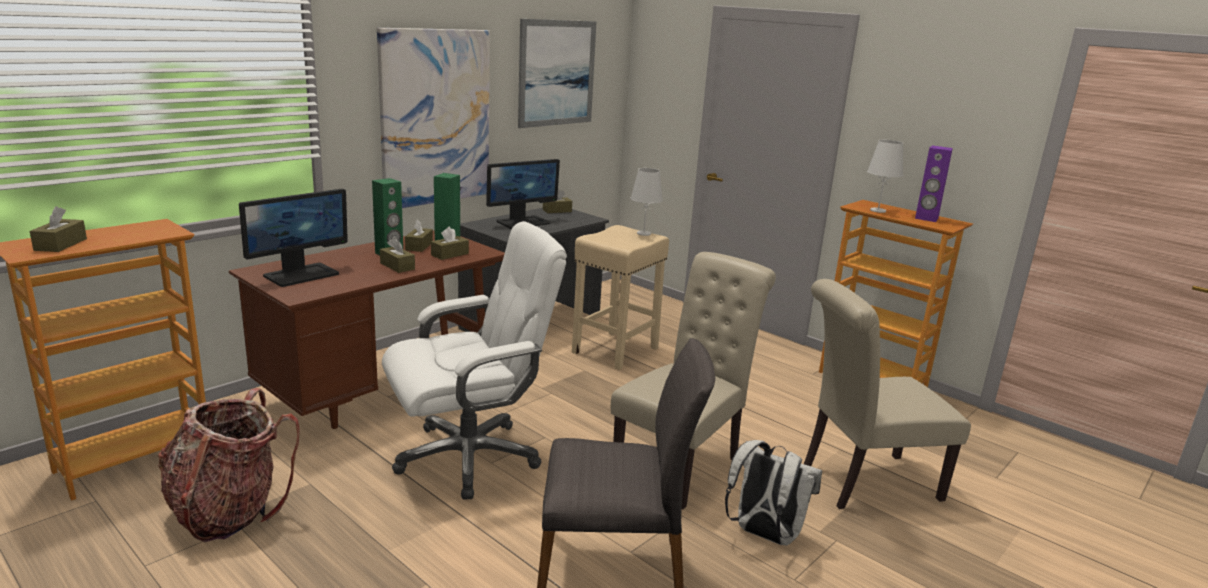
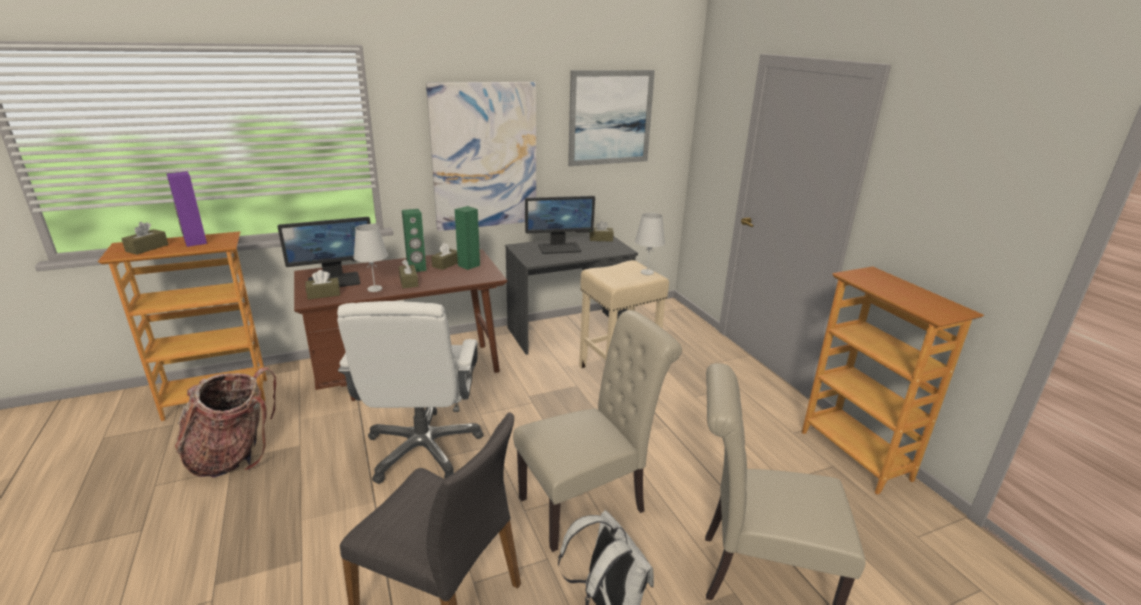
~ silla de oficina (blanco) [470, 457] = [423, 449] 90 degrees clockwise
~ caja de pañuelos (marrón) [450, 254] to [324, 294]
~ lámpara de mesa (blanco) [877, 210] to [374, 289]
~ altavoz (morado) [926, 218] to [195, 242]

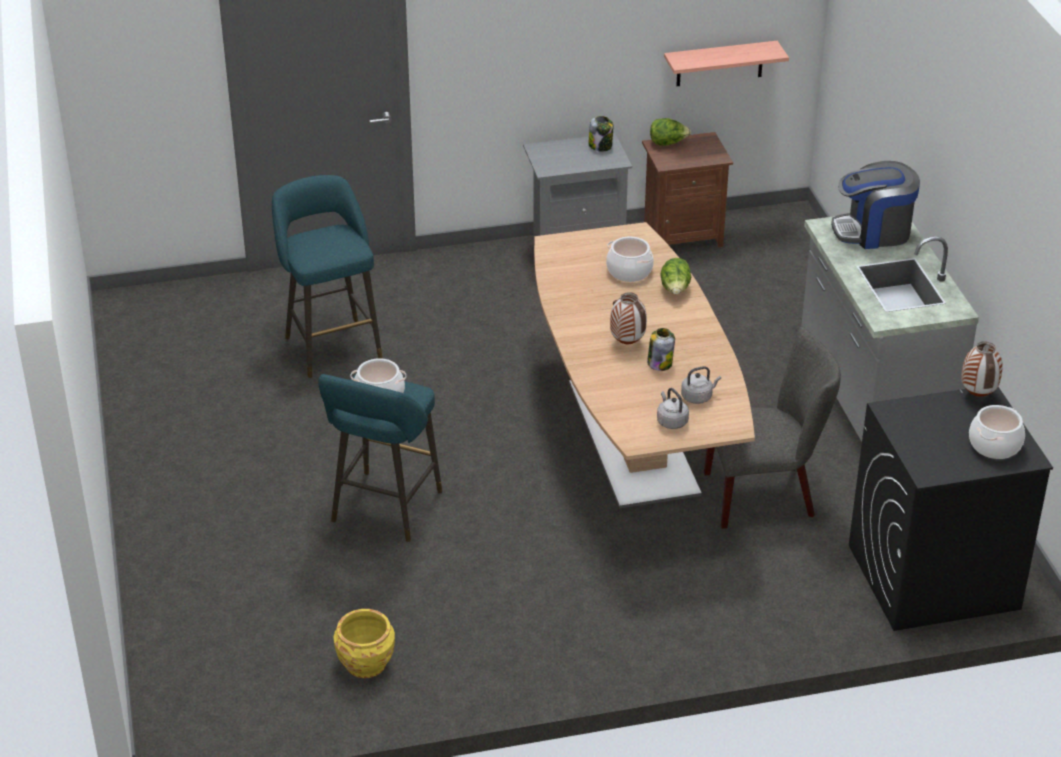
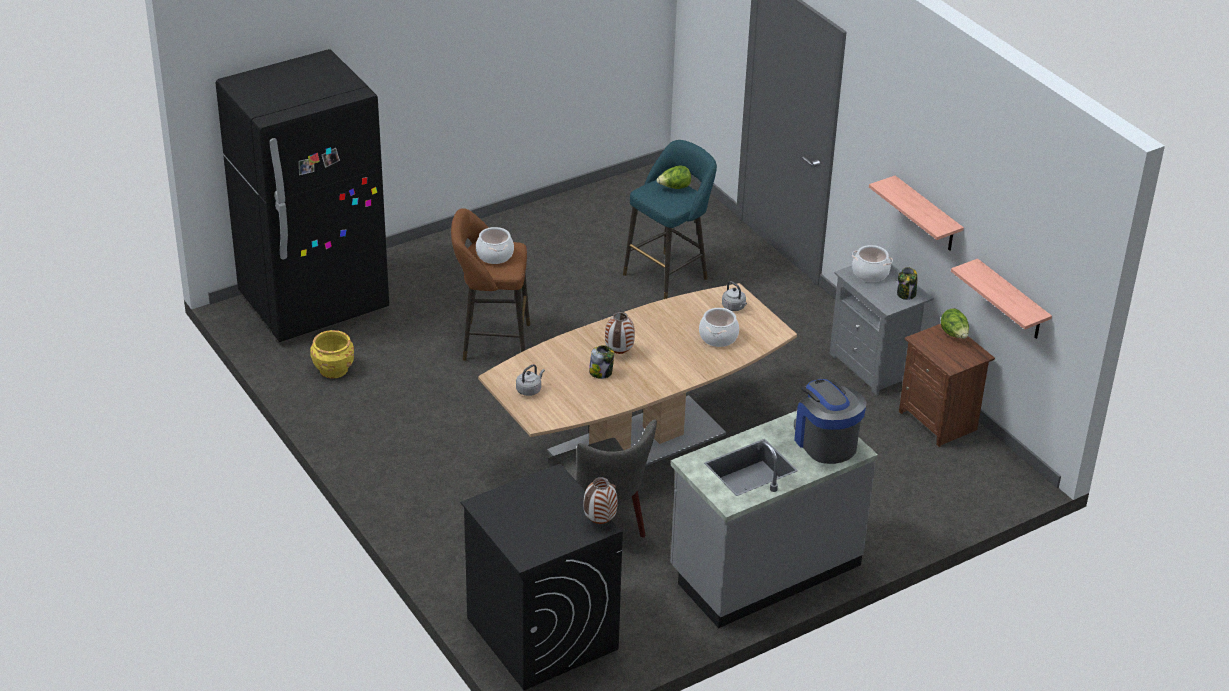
~ taburete (turquesa) [384, 510] to taburete (marrón) [491, 342]
~ lechuga [675, 290] to [674, 188]
~ hervidor (gris) [698, 397] to [734, 307]
~ olla [995, 445] to [870, 273]
+ nevera (negro) [314, 303]
+ estante [926, 215]

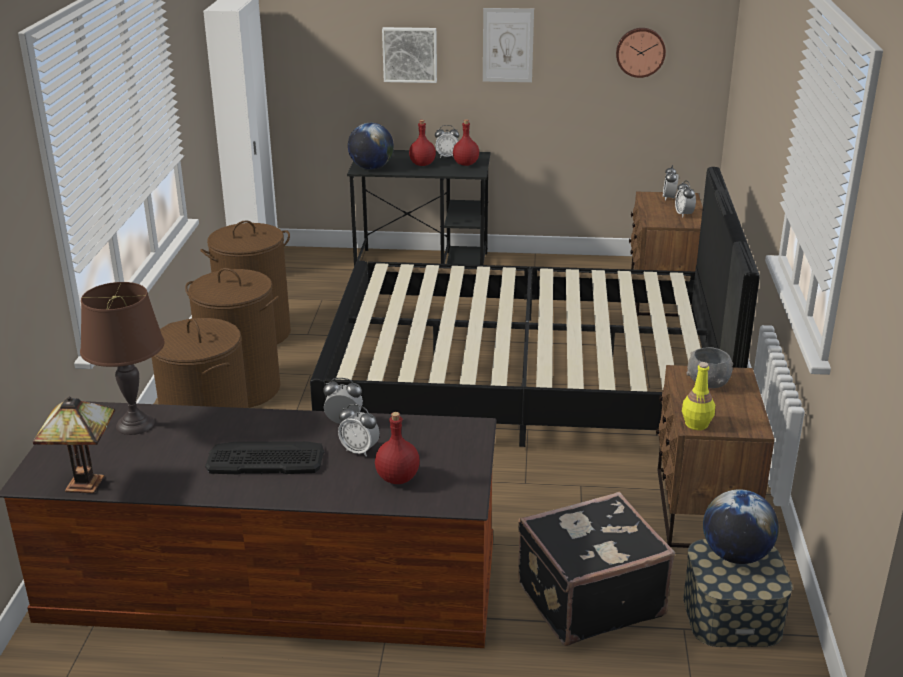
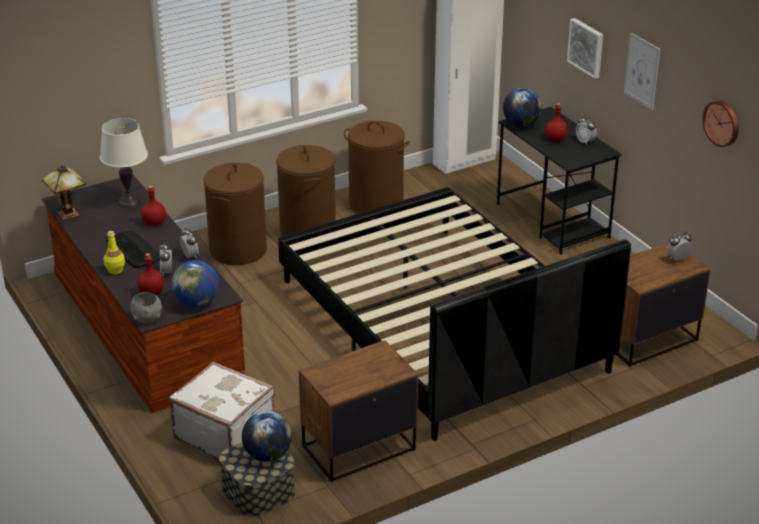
~ lámpara de mesa (marrón) [135, 424] to lámpara de mesa (blanco) [129, 202]
~ botella (rojo) [466, 164] to [154, 223]
~ maleta (negro) [588, 598] to maleta (blanco) [225, 433]
- despertador [684, 214]
~ botella (amarillo) [696, 424] to [115, 270]
~ cuenco (gris) [707, 382] to [147, 318]
+ globo terráqueo [197, 303]

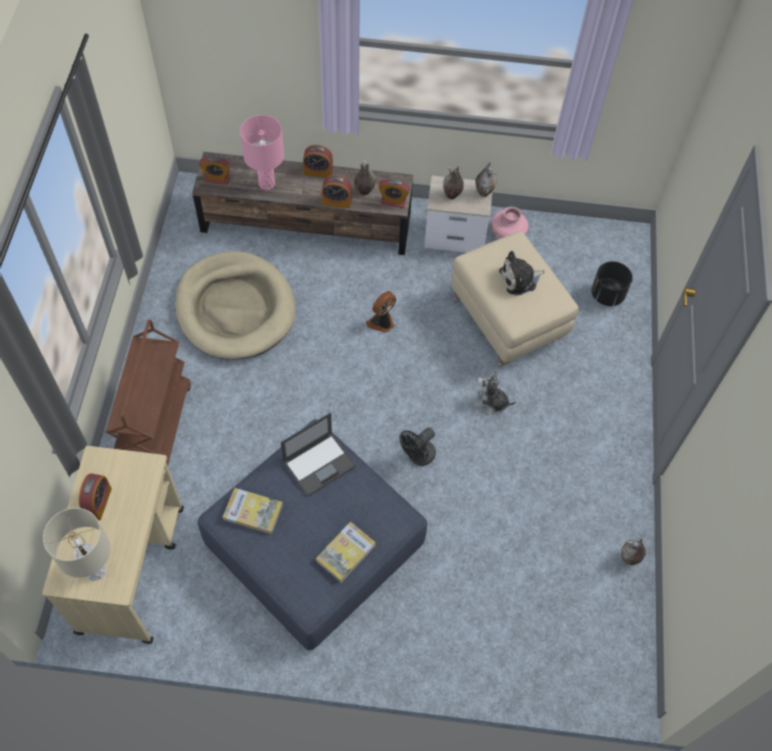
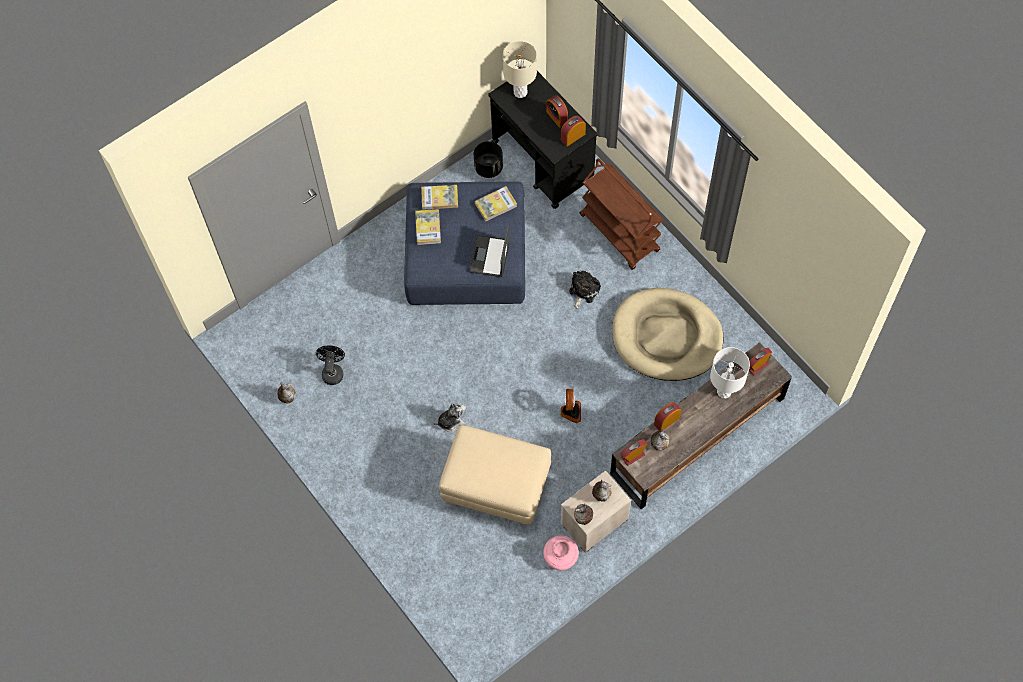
~ carrito (beis) [132, 568] to carrito (negro) [543, 162]
~ lámpara de mesa (rosa) [266, 183] to lámpara de mesa (blanco) [724, 391]
~ despertador [318, 171] to [573, 137]
~ ventilador (negro) [418, 457] to [332, 371]
~ peluche [520, 279] to [583, 290]
~ maceta (negro) [607, 295] to [488, 167]
+ libro [439, 198]

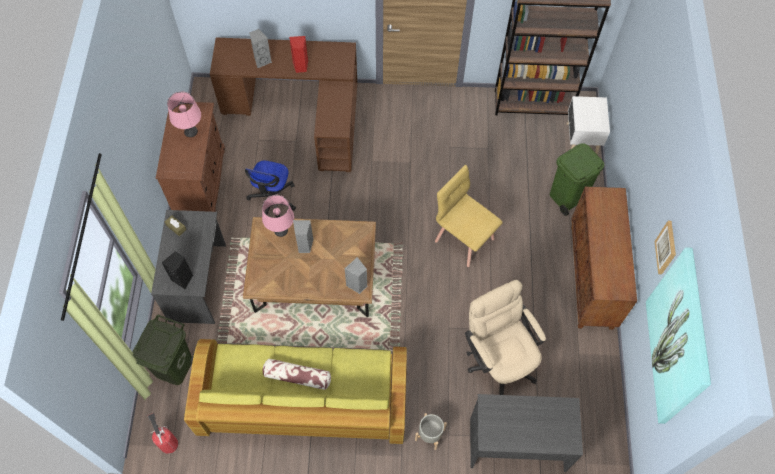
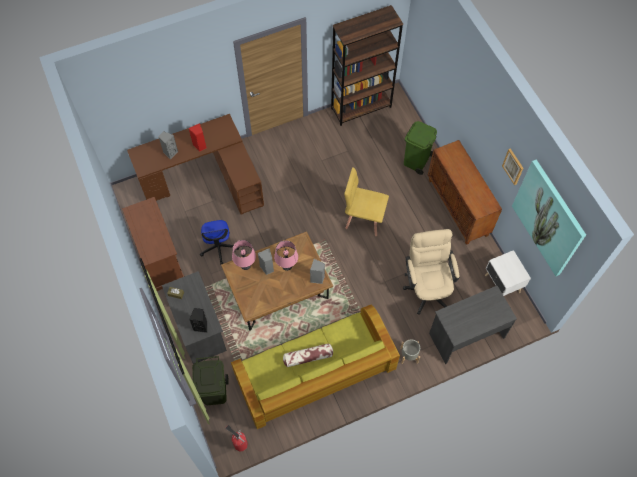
~ lámpara de mesa (rosa) [190, 132] to [287, 266]
~ silla de oficina (beis) [498, 359] = [427, 287] 45 degrees clockwise
~ mesita de noche (blanco) [580, 140] to [502, 284]

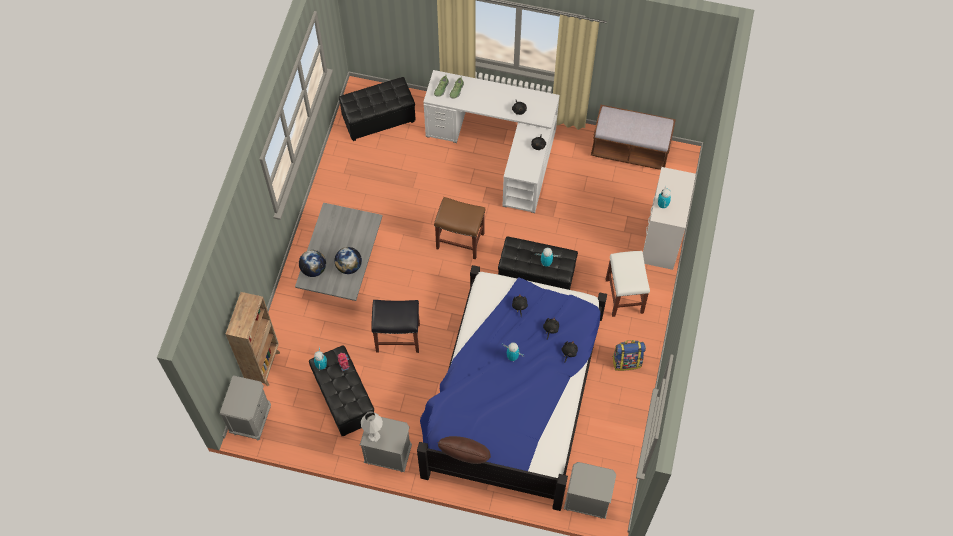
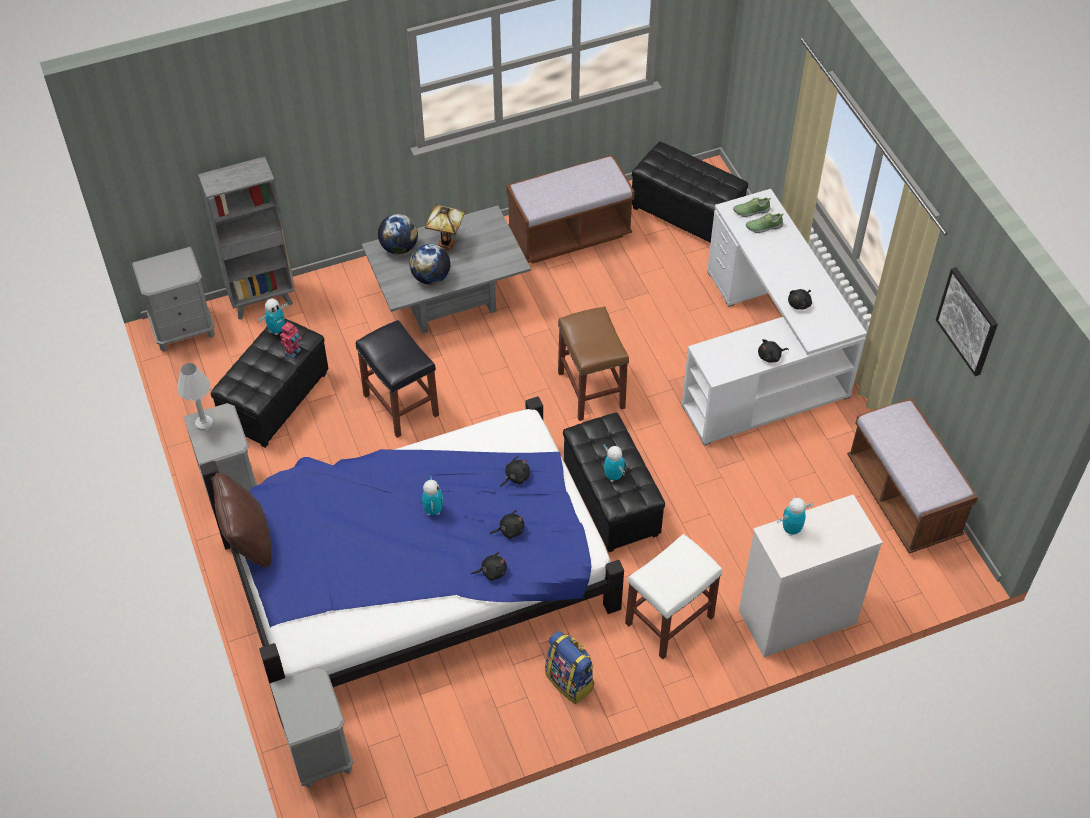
~ estantería (marrón) [263, 365] to estantería (gris) [263, 300]
+ lámpara de mesa [448, 244]
+ banco (marrón) [569, 234]
+ cuadro [968, 321]

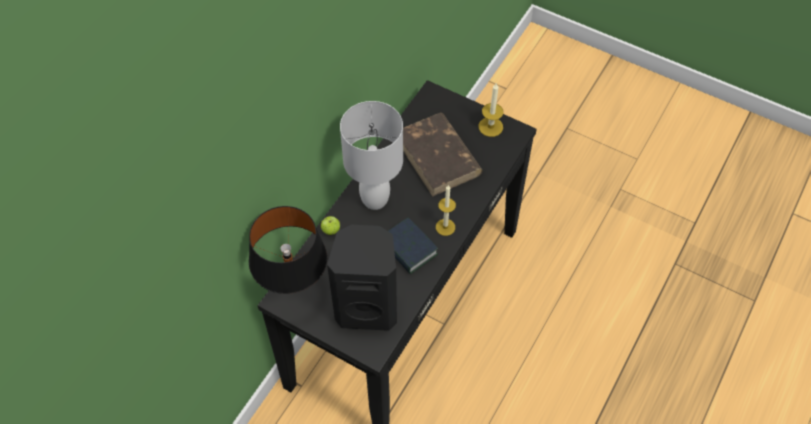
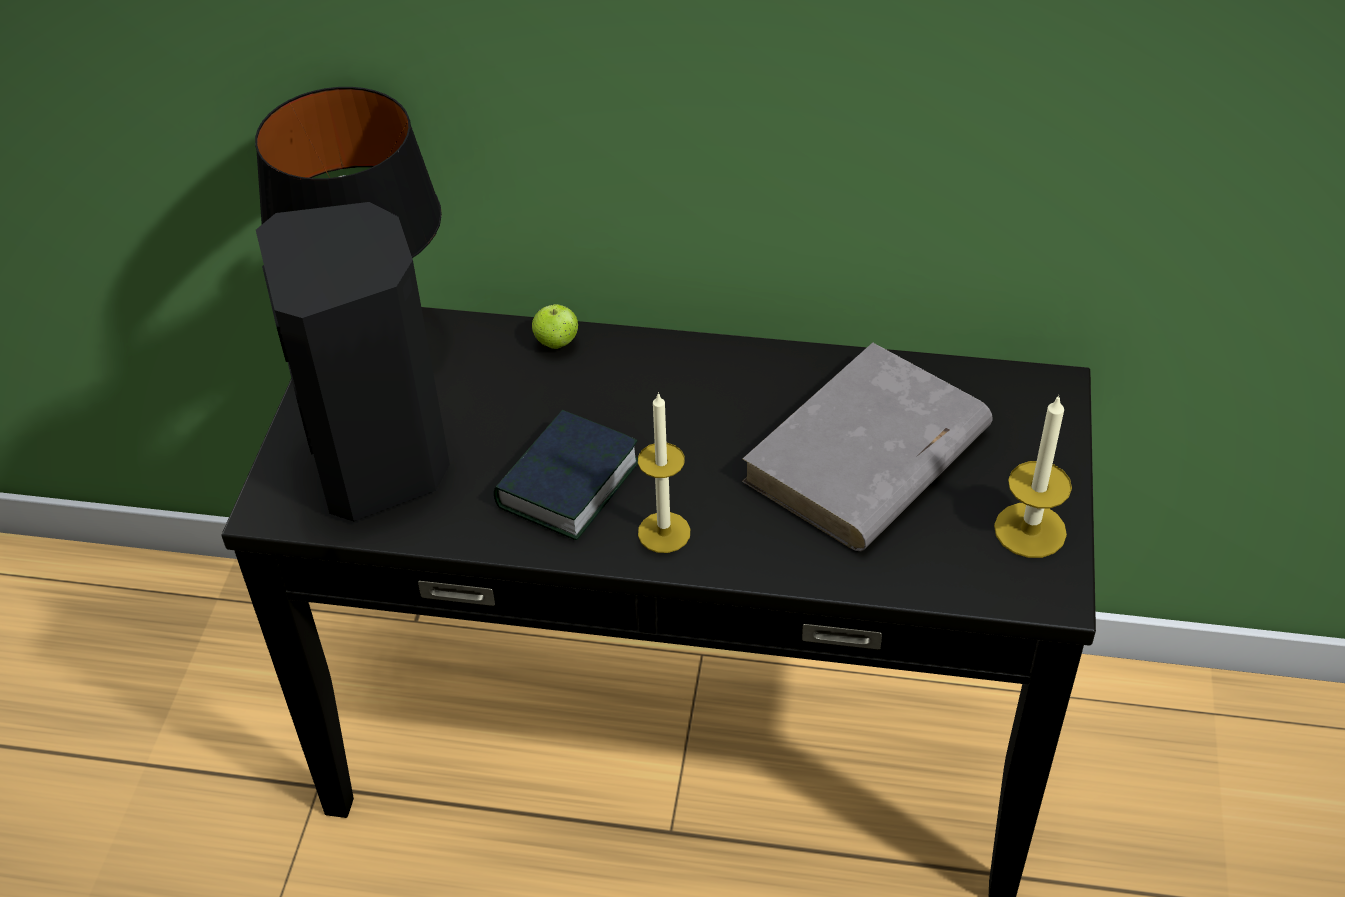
- lámpara de mesa (blanco) [375, 200]
~ libro (marrón) [438, 157] to libro (gris) [866, 457]

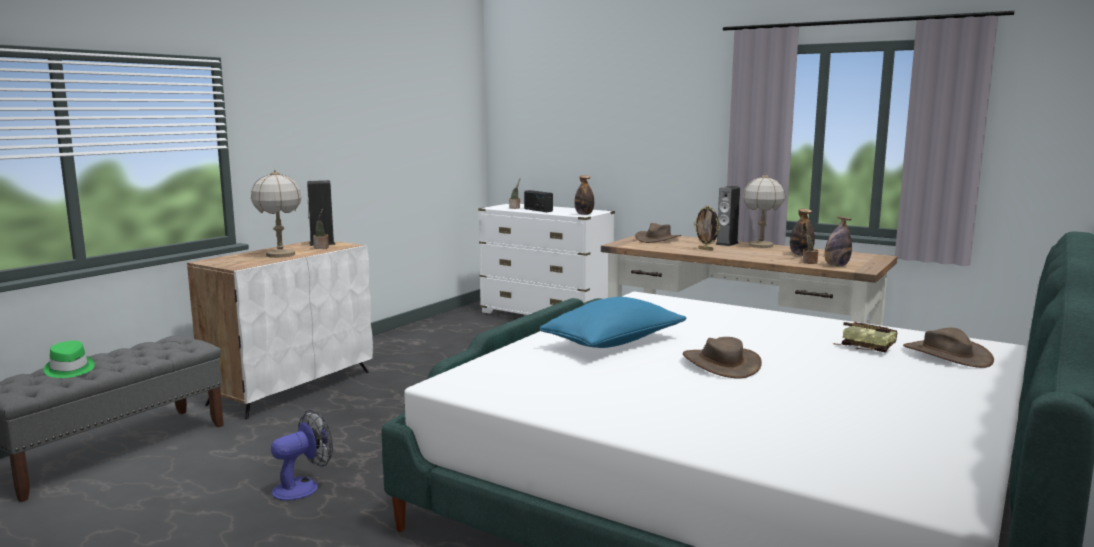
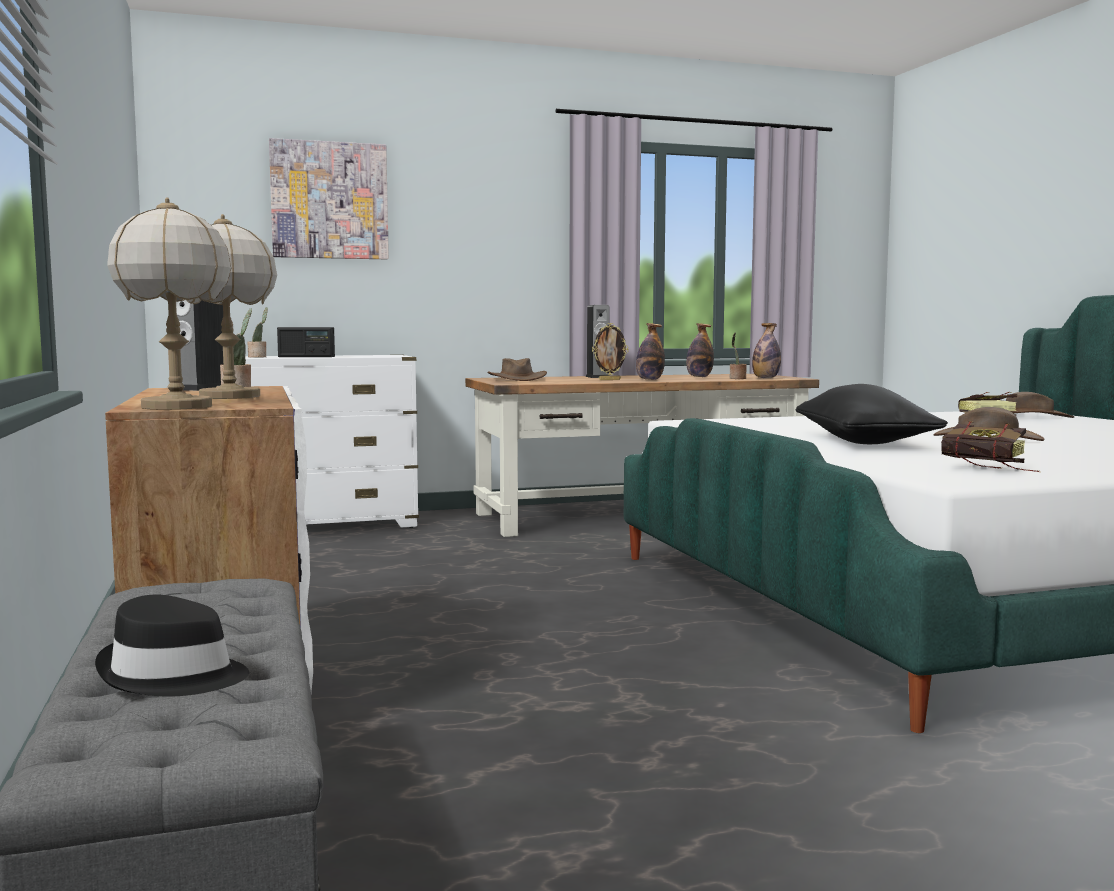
~ sombrero (verde) [69, 370] to sombrero (negro) [173, 676]
- ventilador [303, 487]
~ cojín (azul) [614, 343] to cojín (negro) [863, 442]
~ botella [584, 214] to [649, 379]
~ lámpara de mesa [761, 245] to [177, 406]
+ cuadro [329, 200]
+ libro [991, 470]

